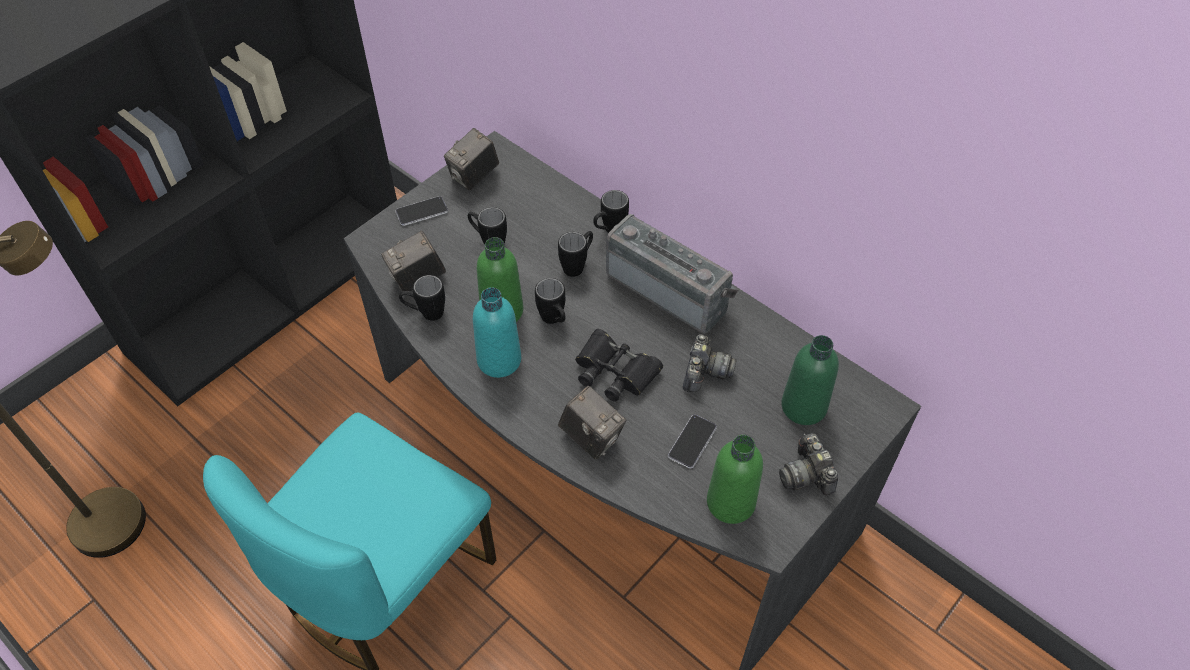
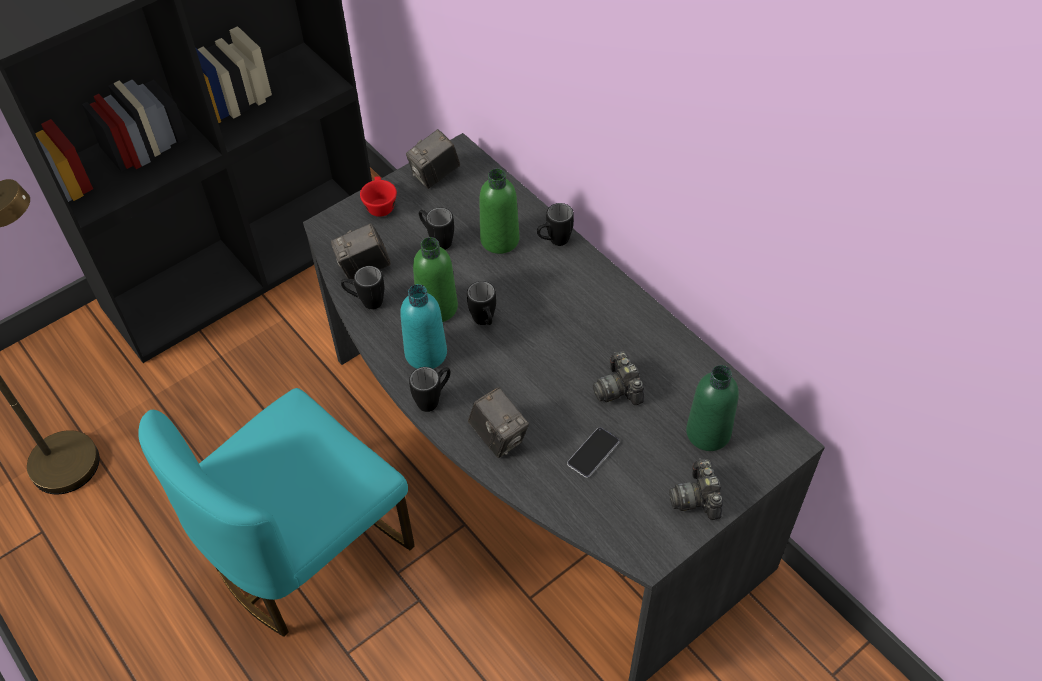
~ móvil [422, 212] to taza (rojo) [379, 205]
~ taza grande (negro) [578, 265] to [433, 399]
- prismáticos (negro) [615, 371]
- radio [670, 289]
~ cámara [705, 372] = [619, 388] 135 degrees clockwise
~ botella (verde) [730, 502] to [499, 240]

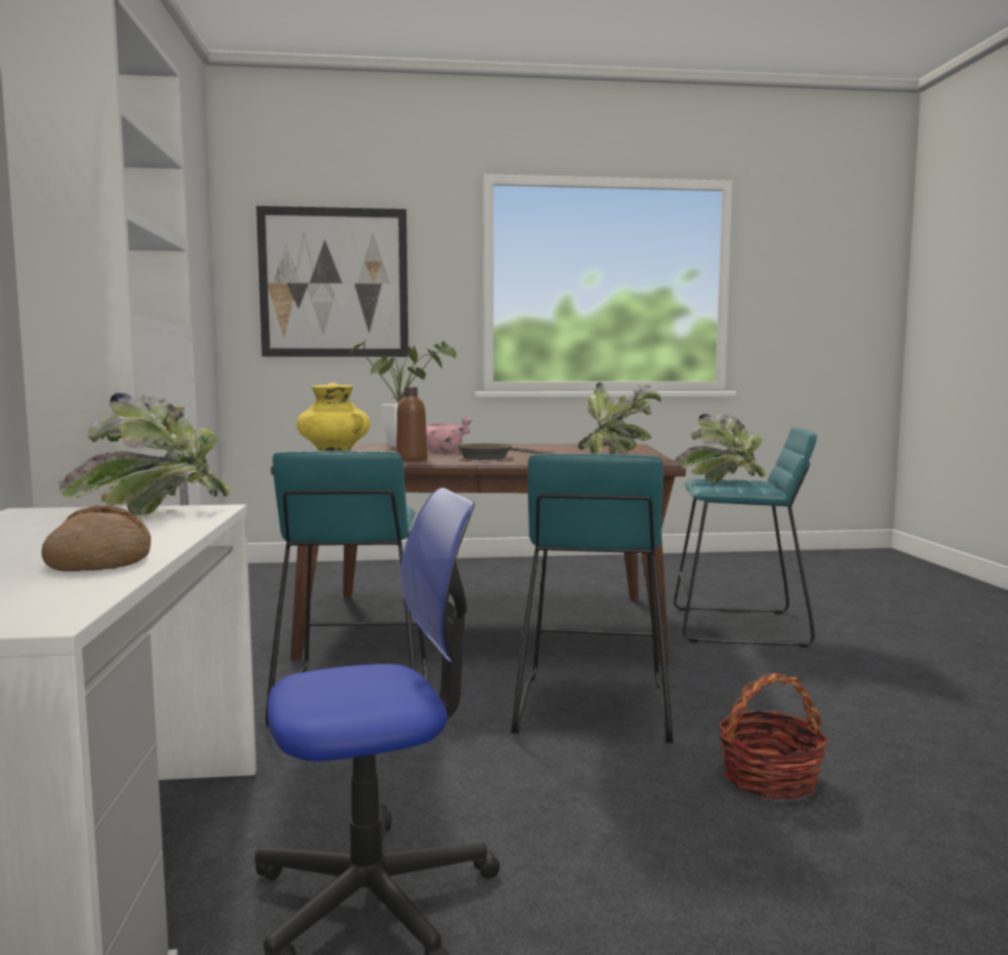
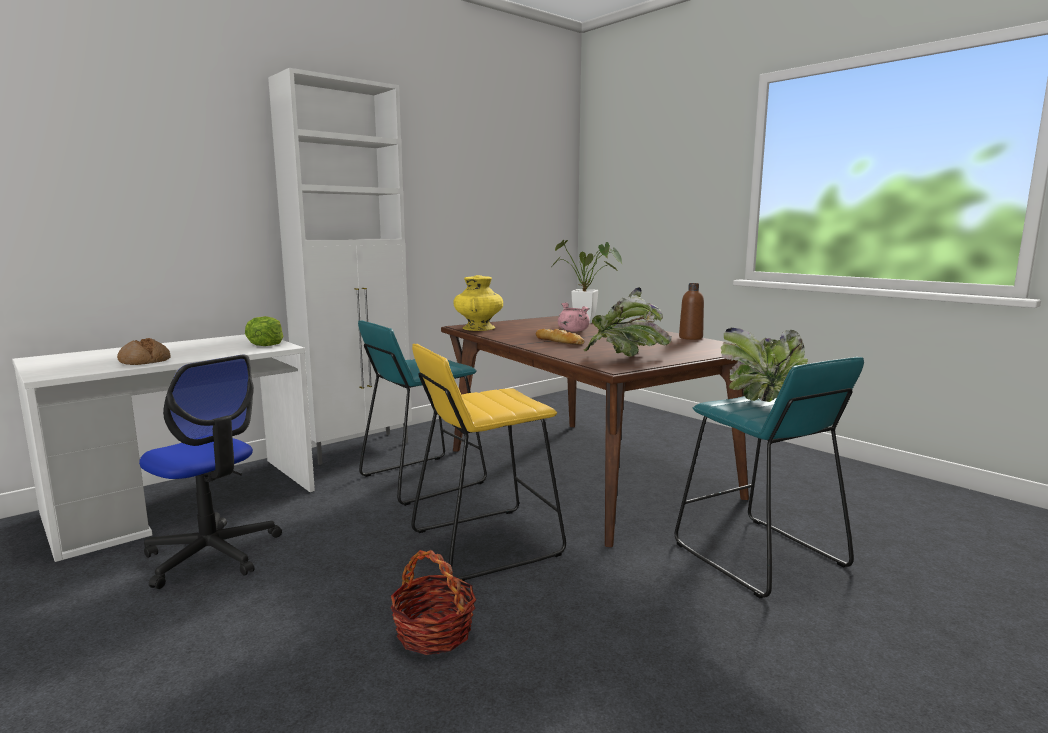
~ planta en maceta [155, 511] to lechuga [266, 344]
- cuadro [334, 283]
~ botella (marrón) [411, 460] to [690, 338]
~ sartén (marrón) [490, 458] to pan [559, 341]
~ taburete (turquesa) [591, 707] to taburete (amarillo) [485, 543]

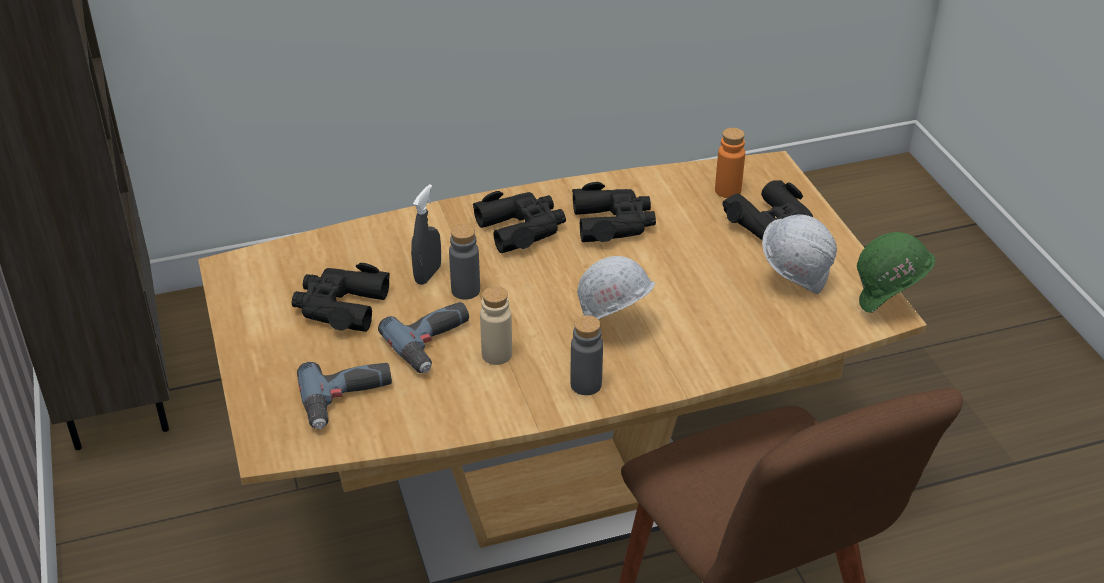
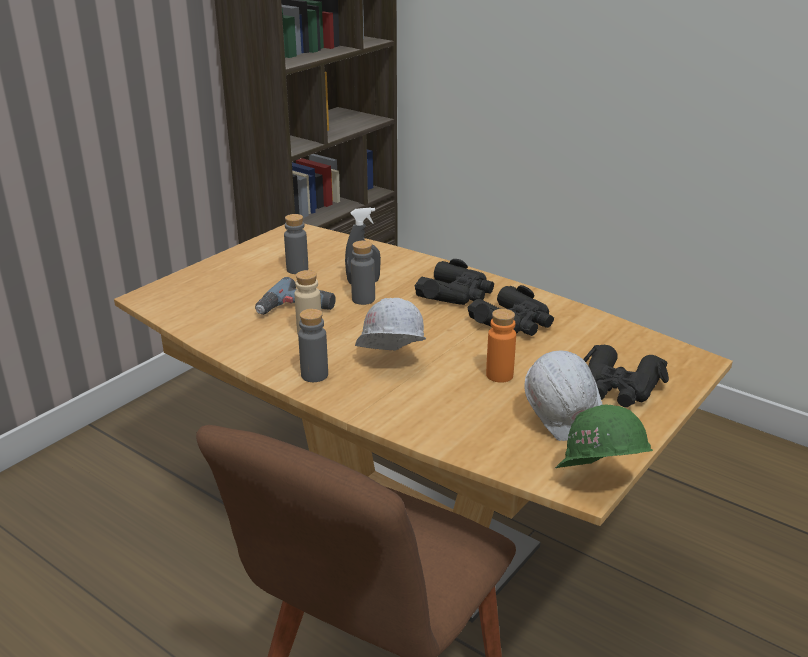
~ prismáticos (negro) [340, 306] to botella (gris) [297, 269]
- taladro [348, 400]
~ botella (naranja) [727, 190] to [499, 375]

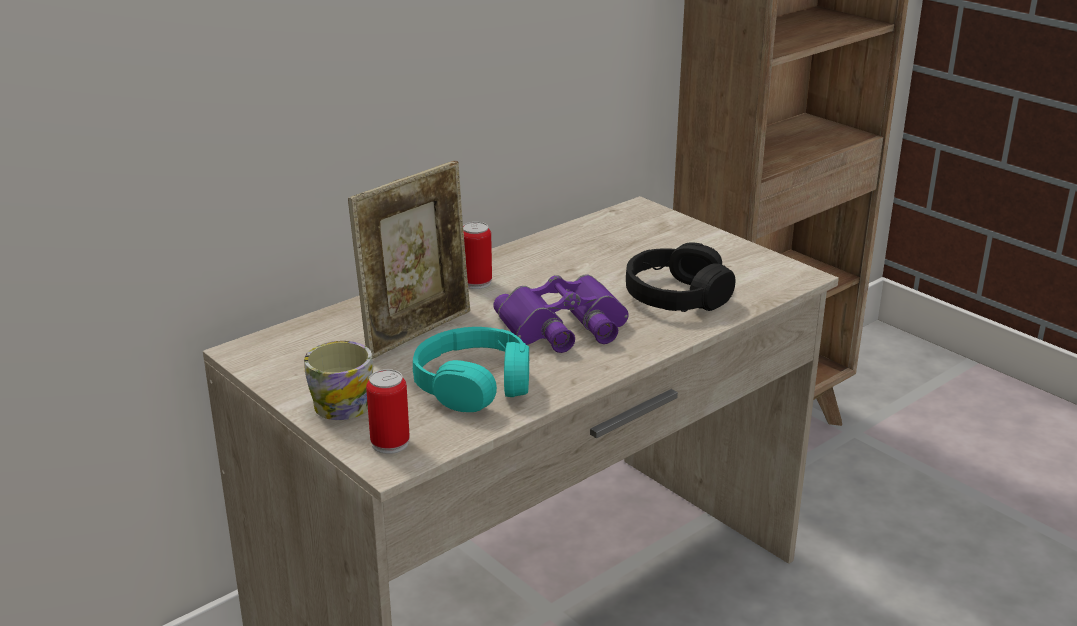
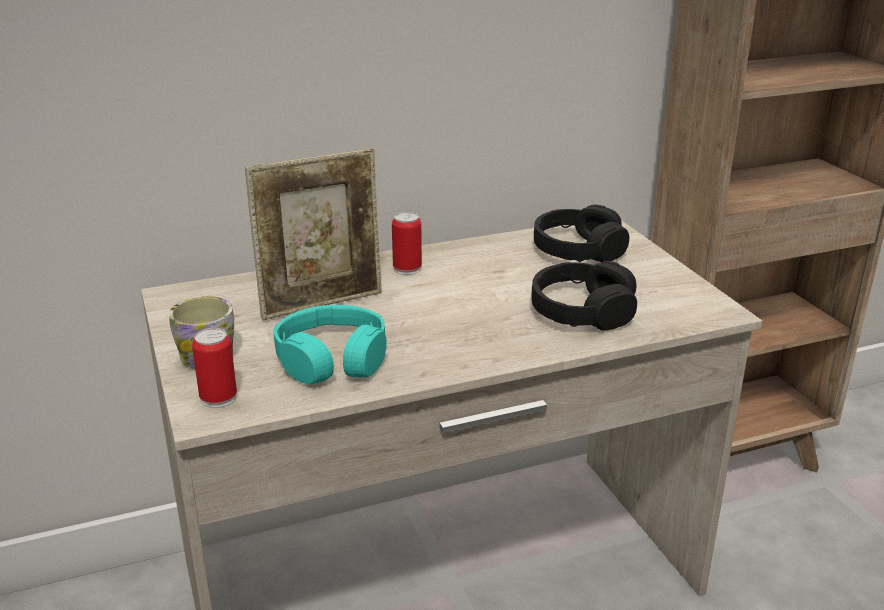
- prismáticos (morado) [565, 327]
+ auriculares (negro) [578, 250]

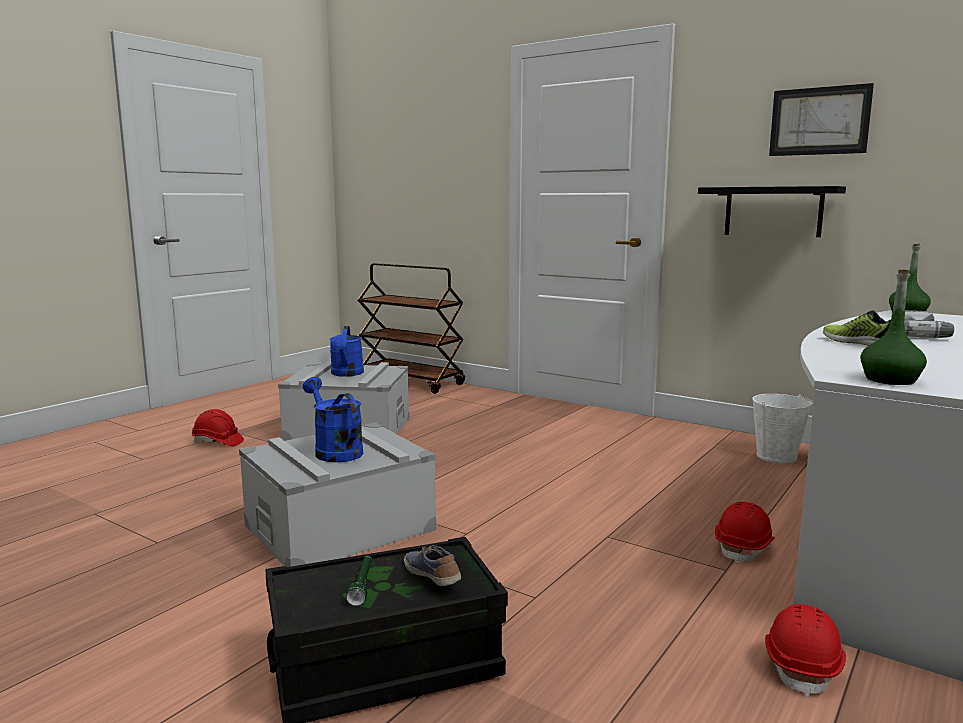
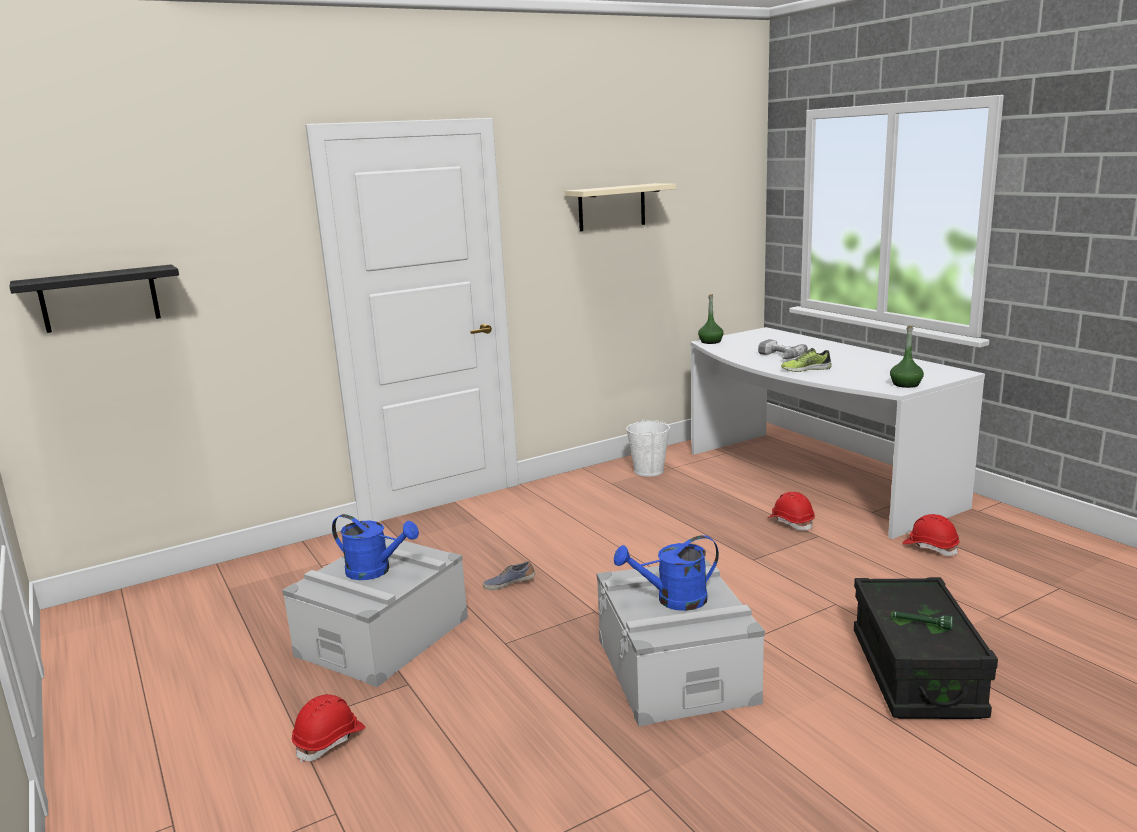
- carrito (marrón) [411, 382]
~ zapato [433, 577] to [509, 584]
~ estante (negro) [773, 211] to [99, 298]
~ cuadro [819, 121] to estante (beis) [612, 207]

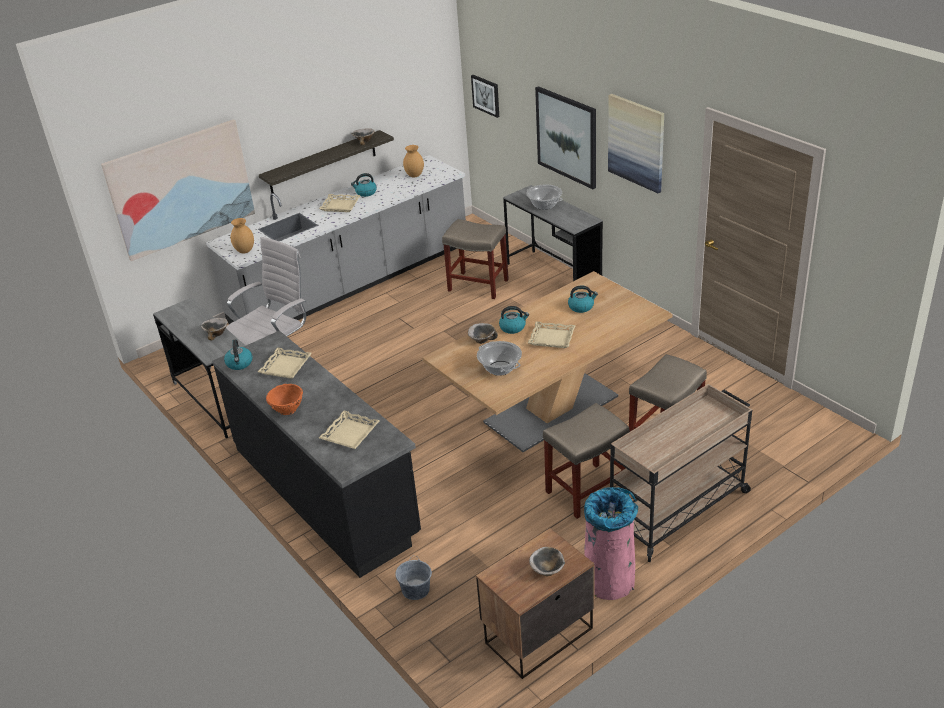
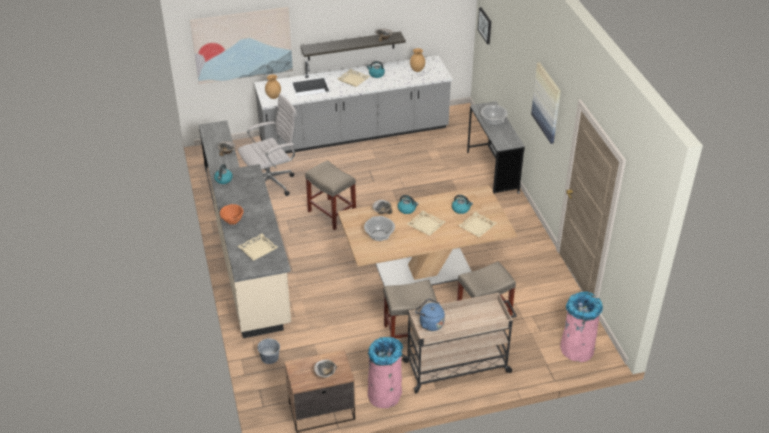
~ mueble bajo de cocina (negro) [325, 491] to mueble bajo de cocina (beis) [254, 276]
~ bandeja (beis) [285, 366] to [477, 227]
~ taburete (beis) [477, 285] to [331, 213]
- cuadro [567, 137]
+ hervidor (azul) [430, 323]
+ papelera (rosa) [576, 349]

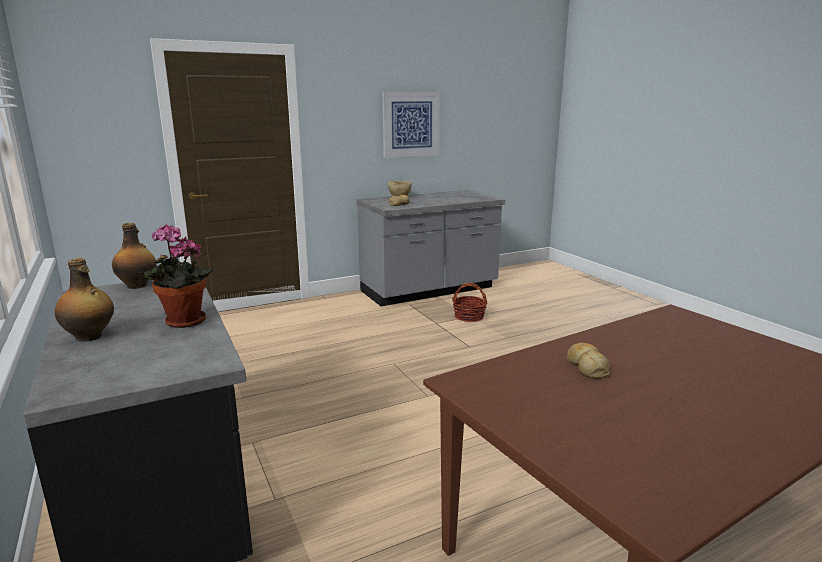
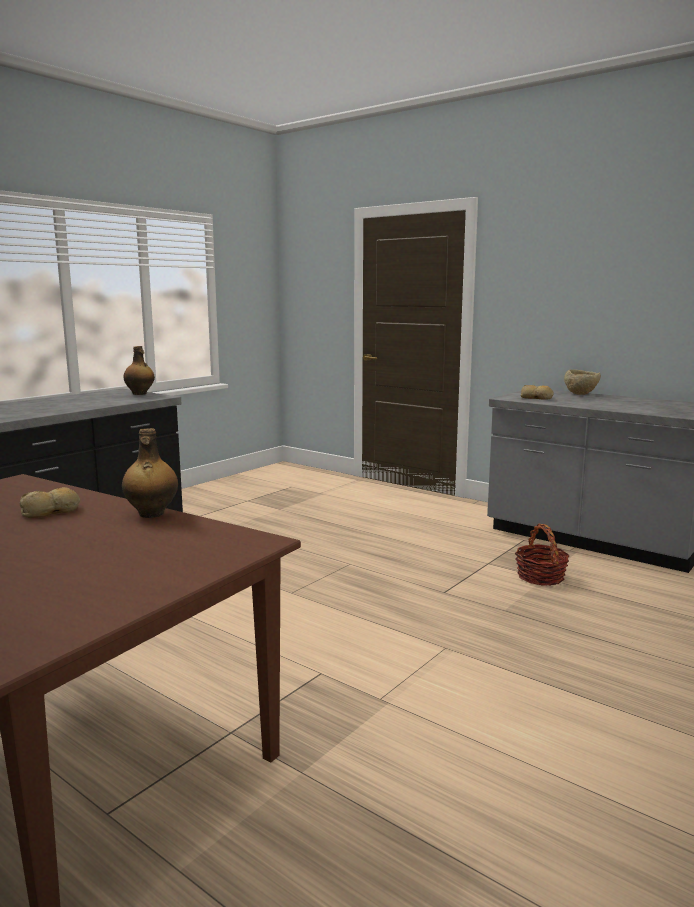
~ botella [89, 337] to [151, 514]
- planta en maceta [182, 322]
- cuadro [411, 124]

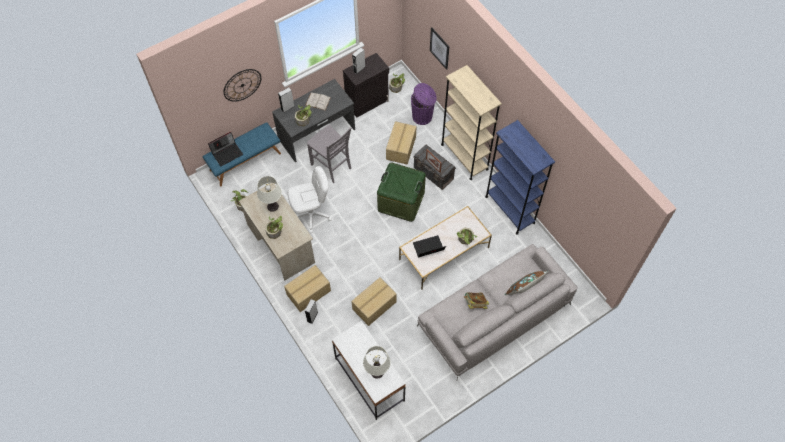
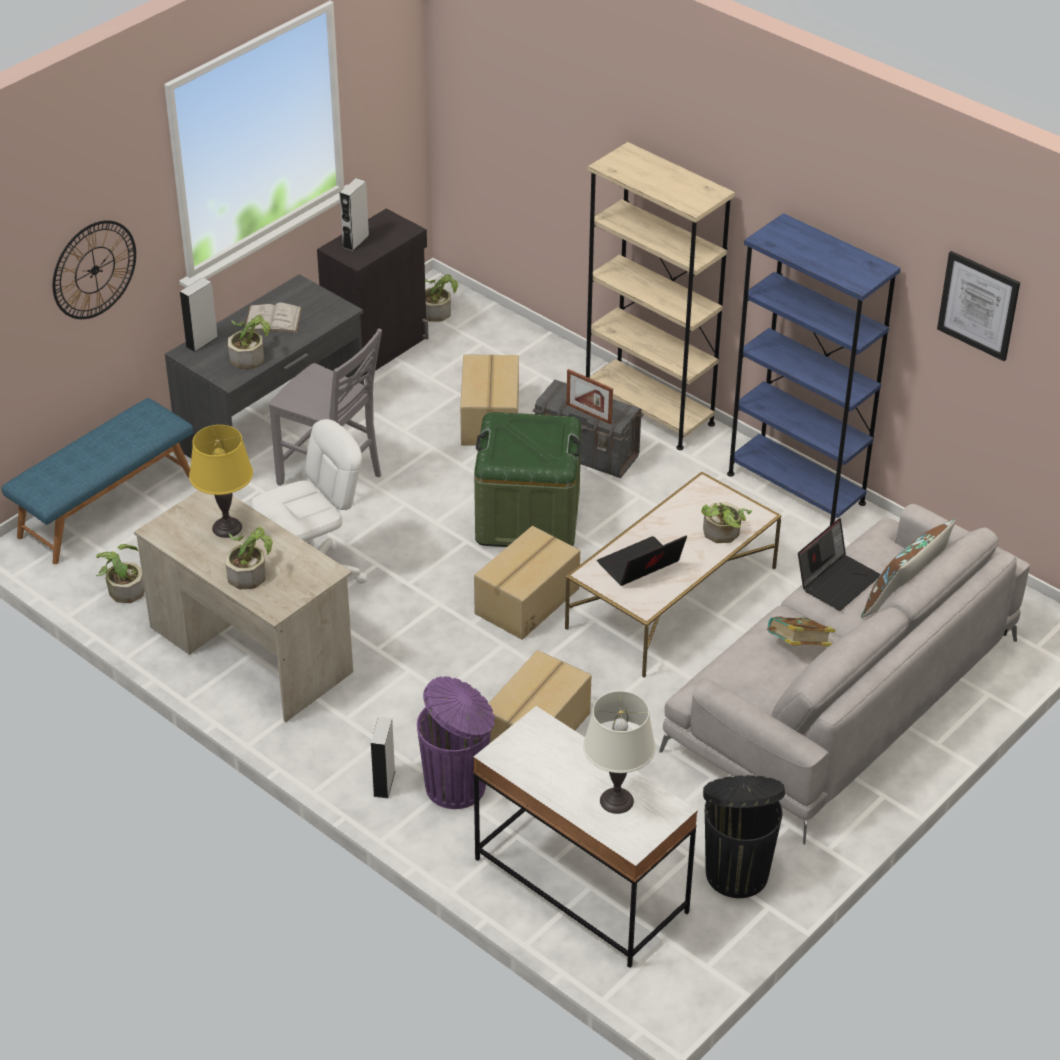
~ portátil [227, 153] to [837, 580]
~ lámpara de mesa (blanco) [273, 206] to lámpara de mesa (amarillo) [227, 527]
~ caja de cartón [308, 292] to [525, 601]
~ papelera (morado) [423, 117] to [458, 786]
~ cuadro [439, 48] to [978, 305]
+ papelera (negro) [736, 871]

